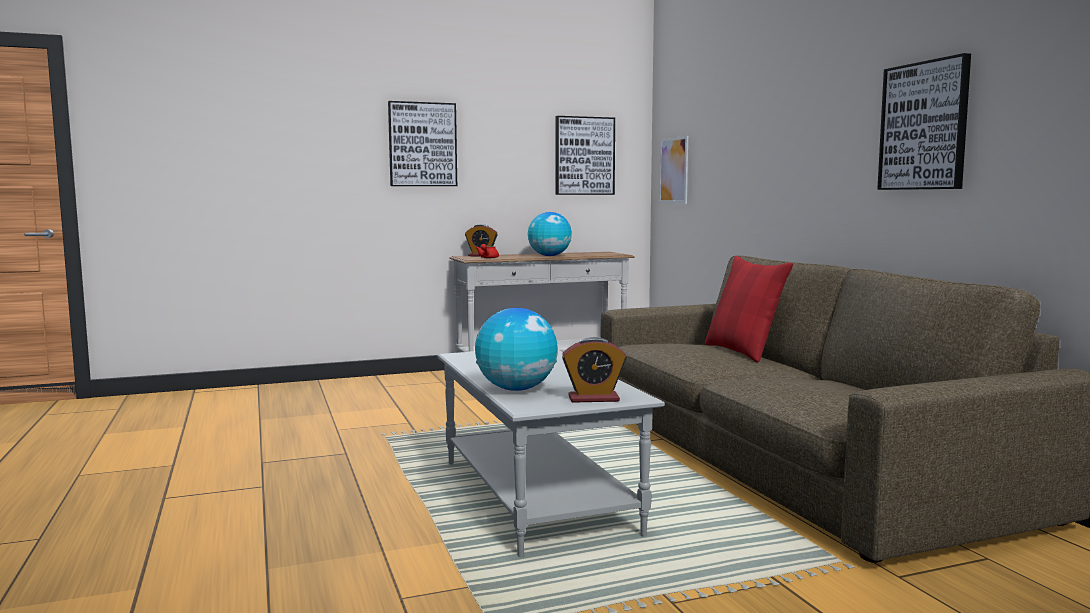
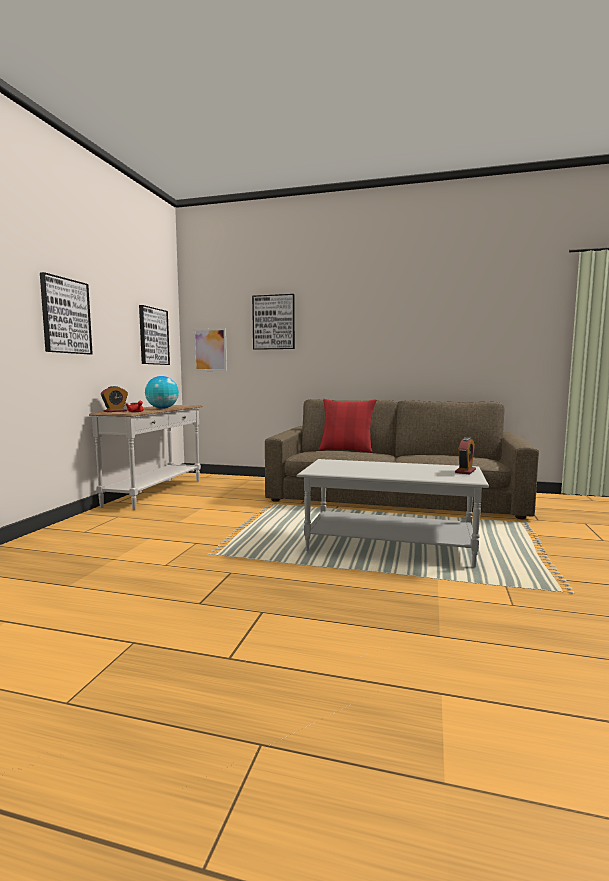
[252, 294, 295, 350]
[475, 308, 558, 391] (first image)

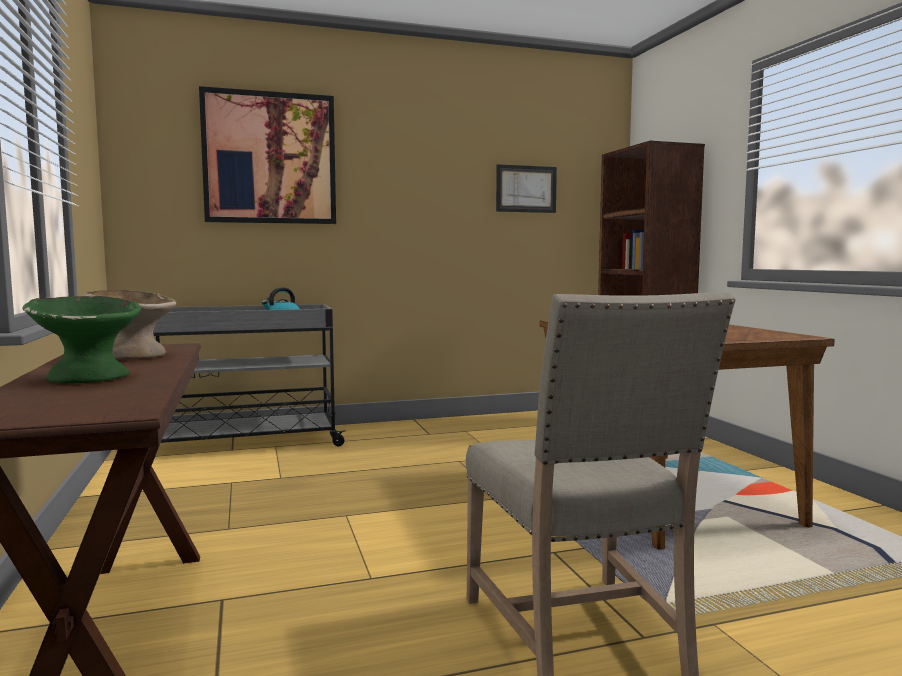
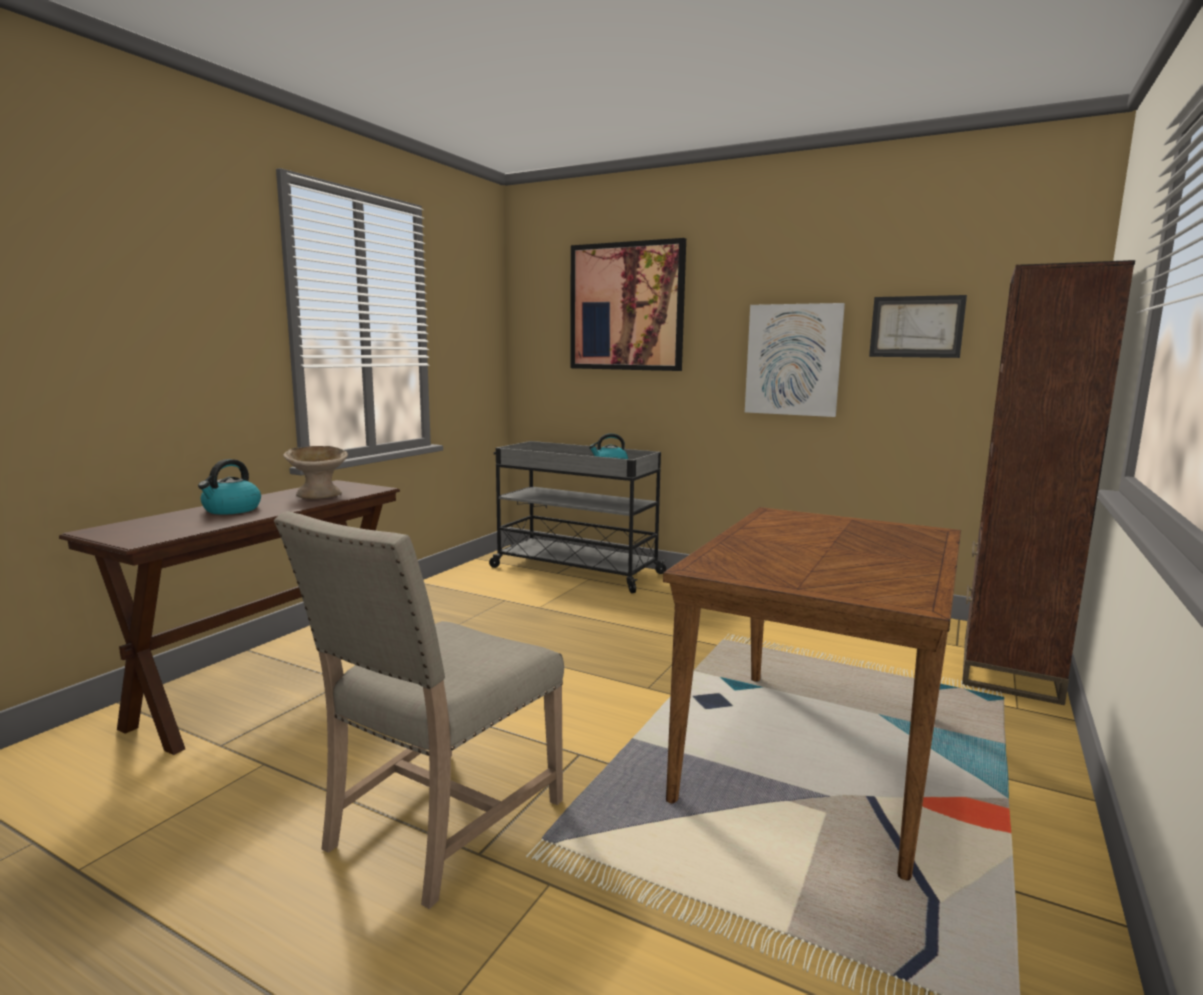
[198, 459, 261, 515]
[745, 303, 845, 417]

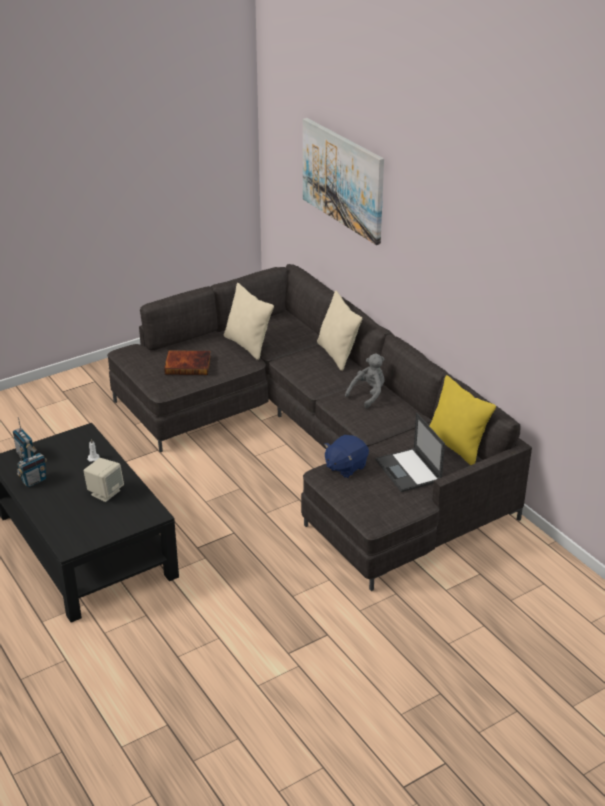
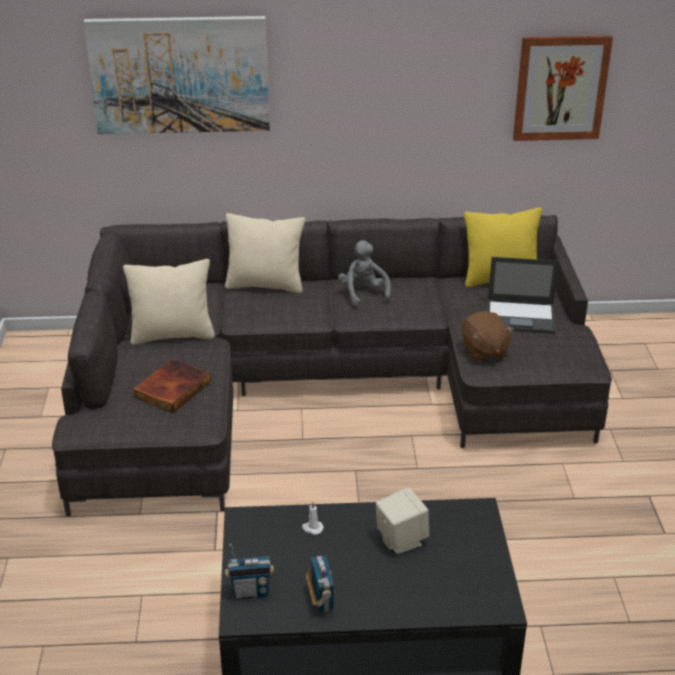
[462, 311, 514, 362]
[513, 35, 613, 141]

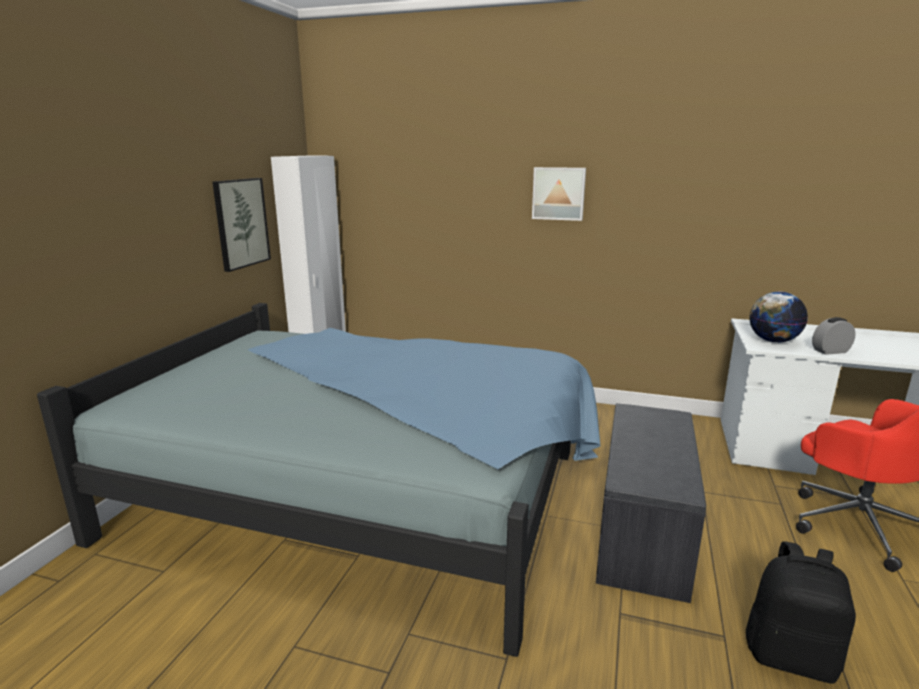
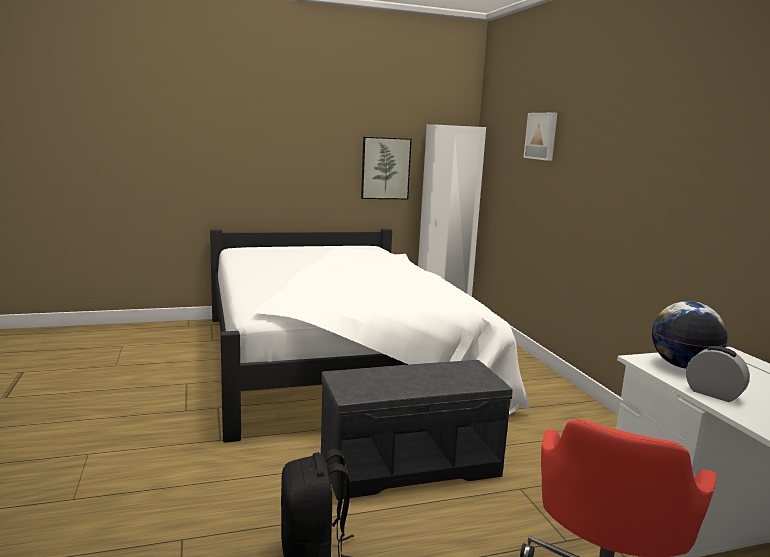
[523, 113, 557, 161]
[210, 229, 529, 443]

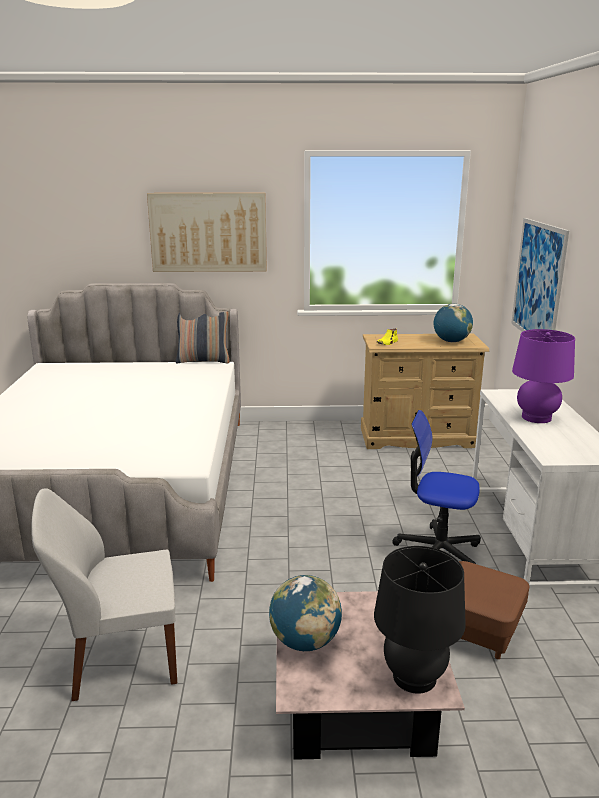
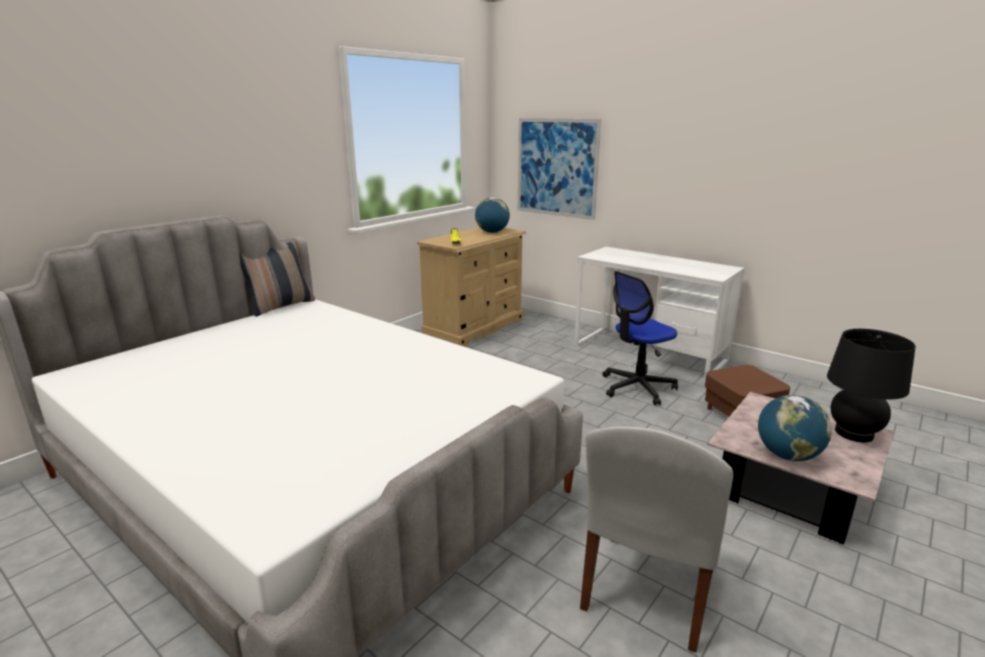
[147, 193, 267, 272] (first image)
[512, 329, 575, 423] (first image)

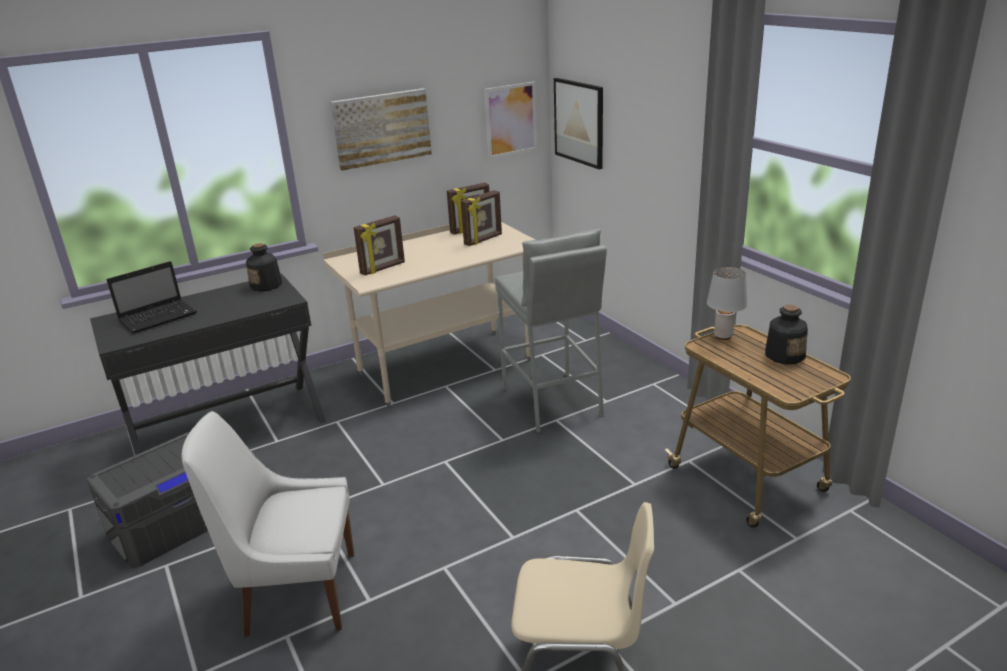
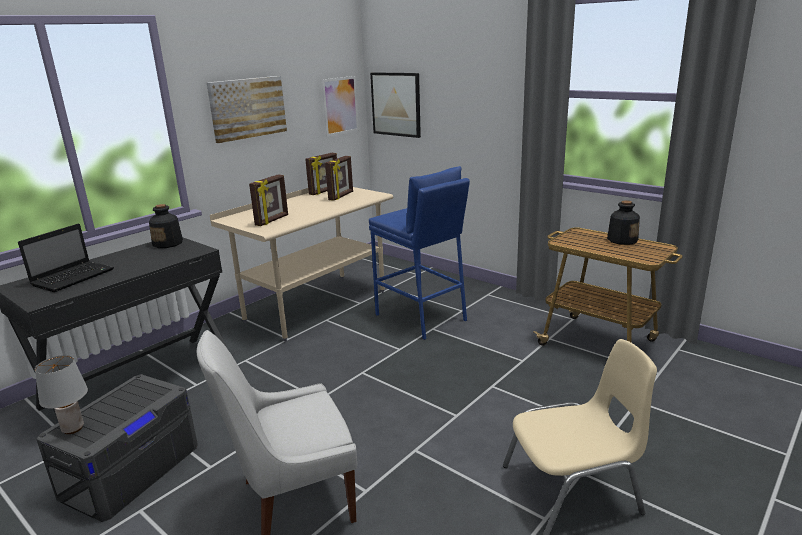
[369, 166, 470, 340]
[35, 355, 88, 434]

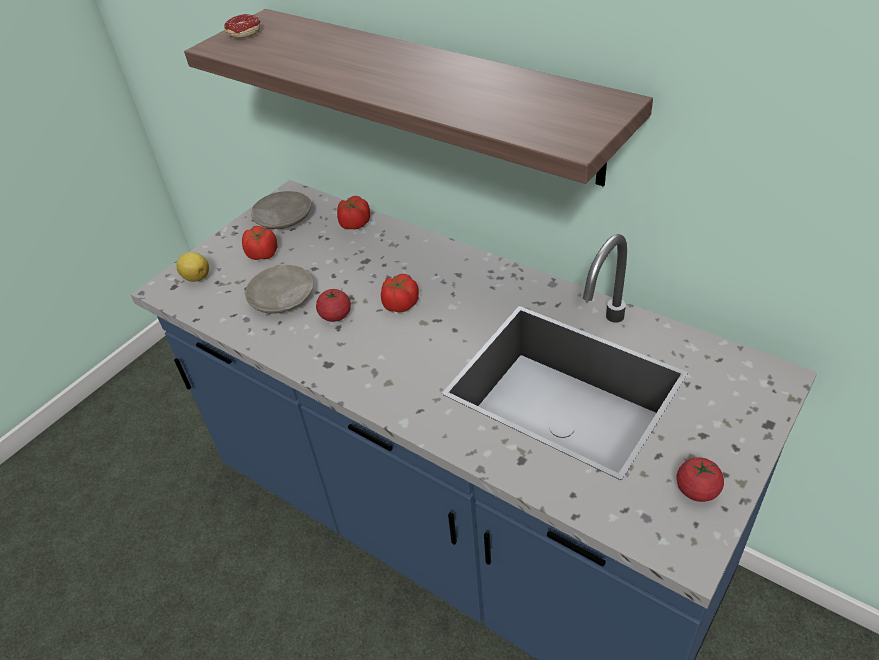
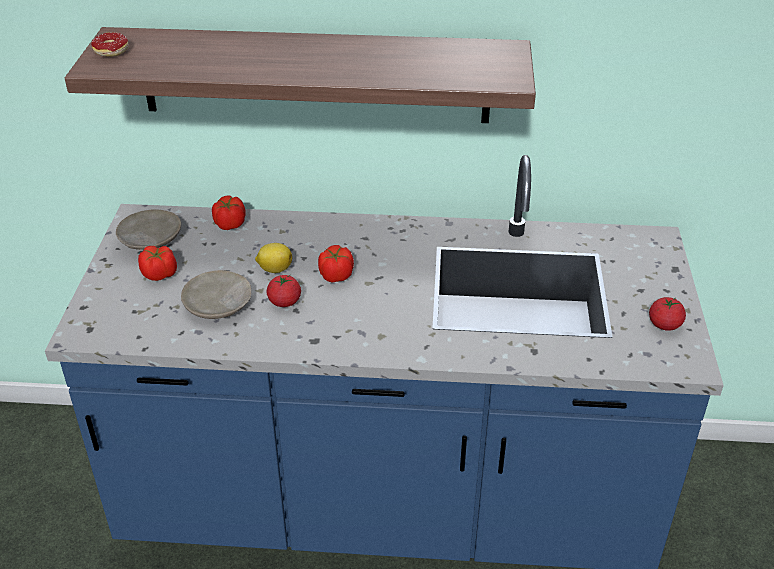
[255, 243, 292, 273]

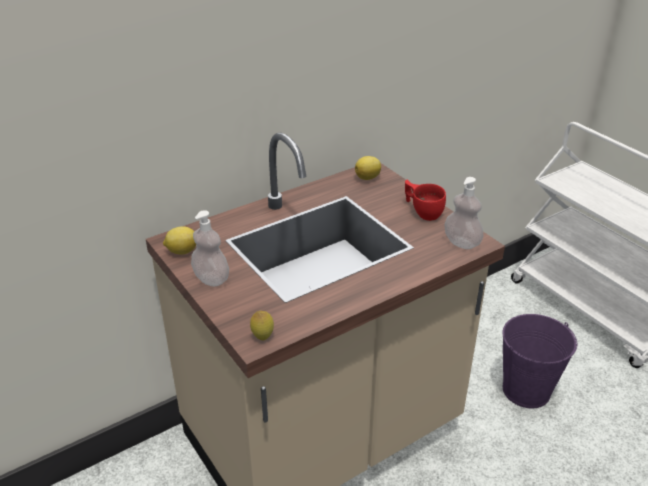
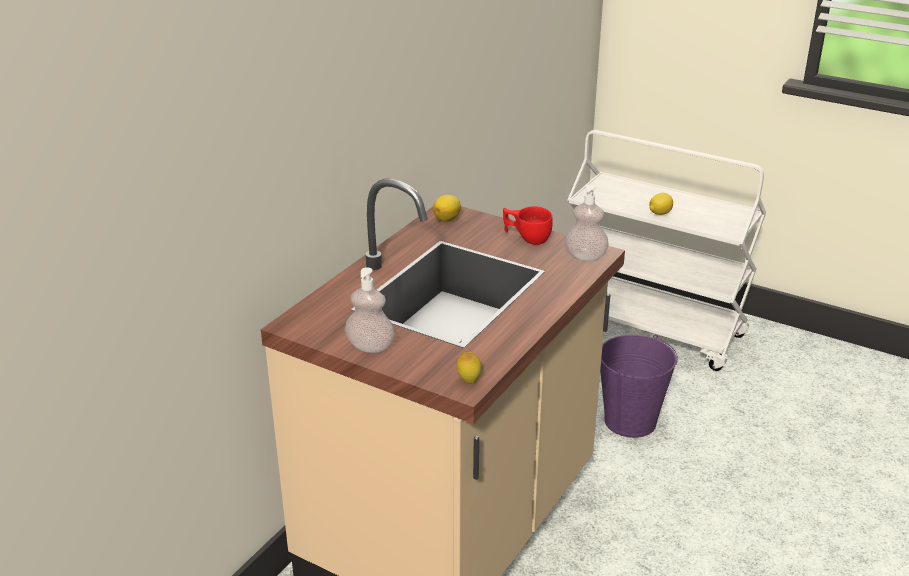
[649, 193, 673, 215]

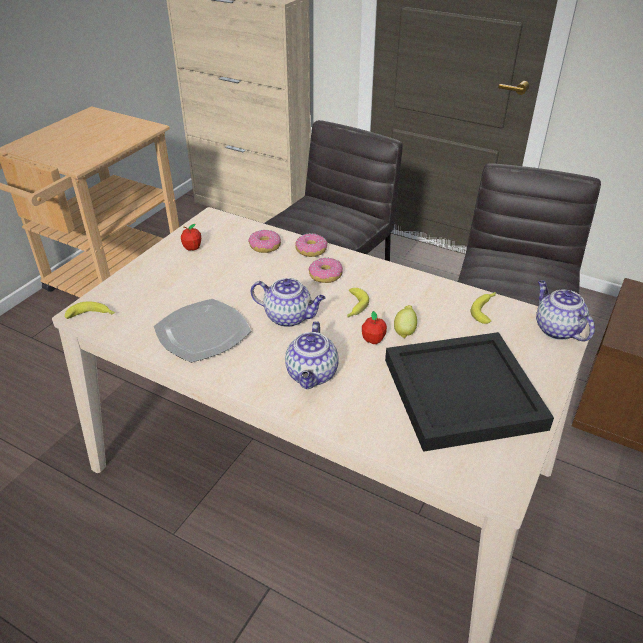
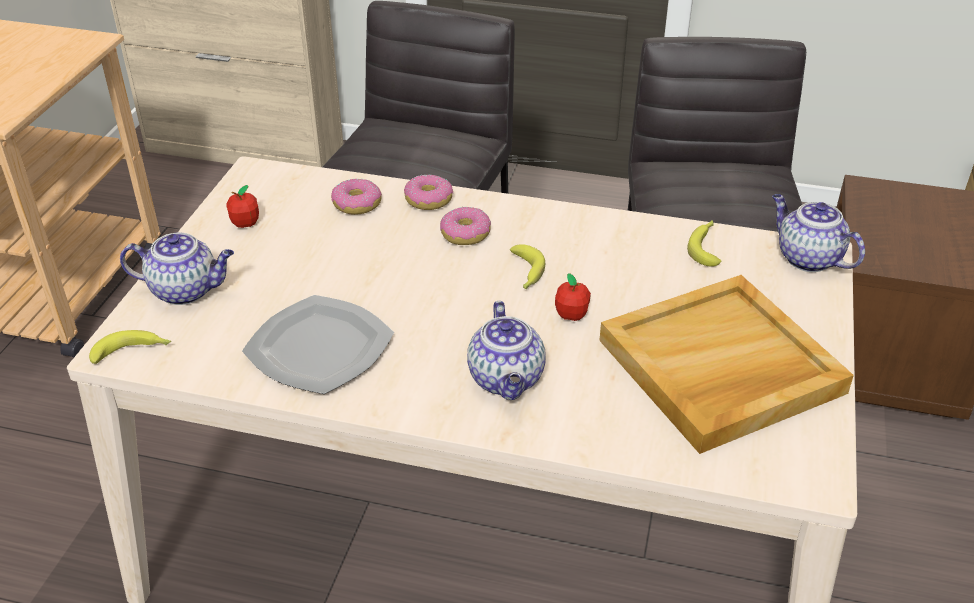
[120, 233, 234, 305]
[394, 305, 417, 338] (first image)
[599, 275, 854, 454]

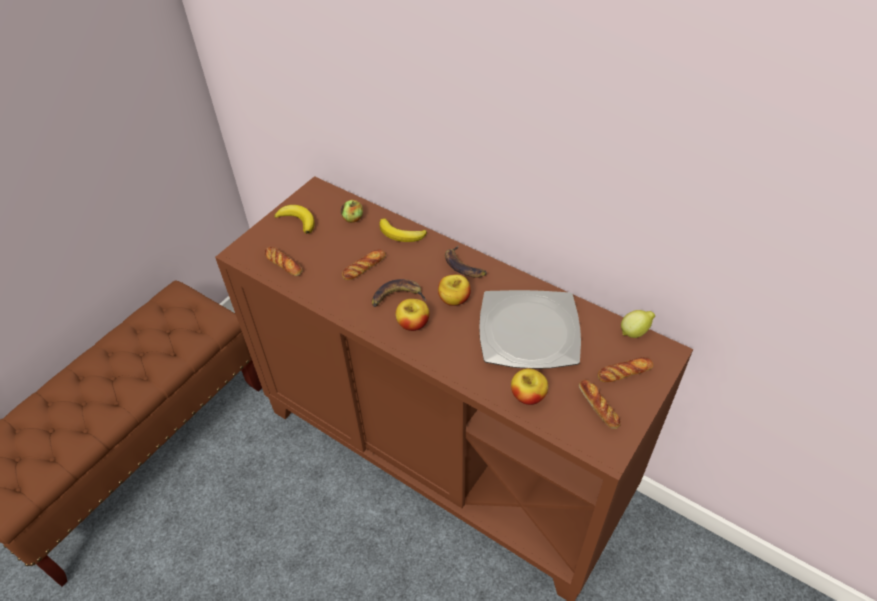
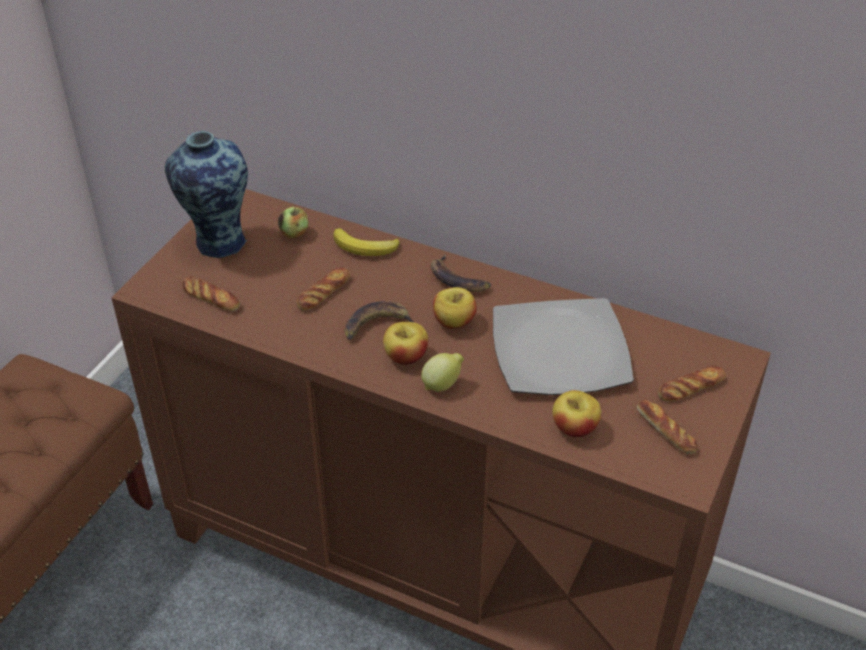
[165, 131, 248, 258]
[421, 353, 464, 392]

